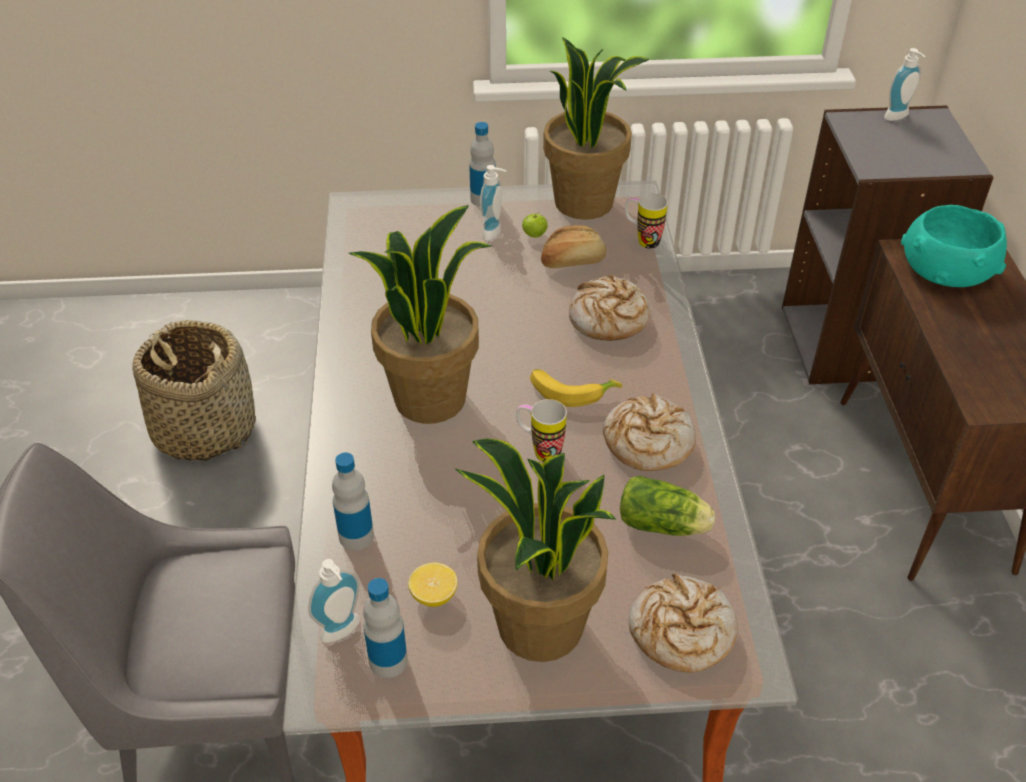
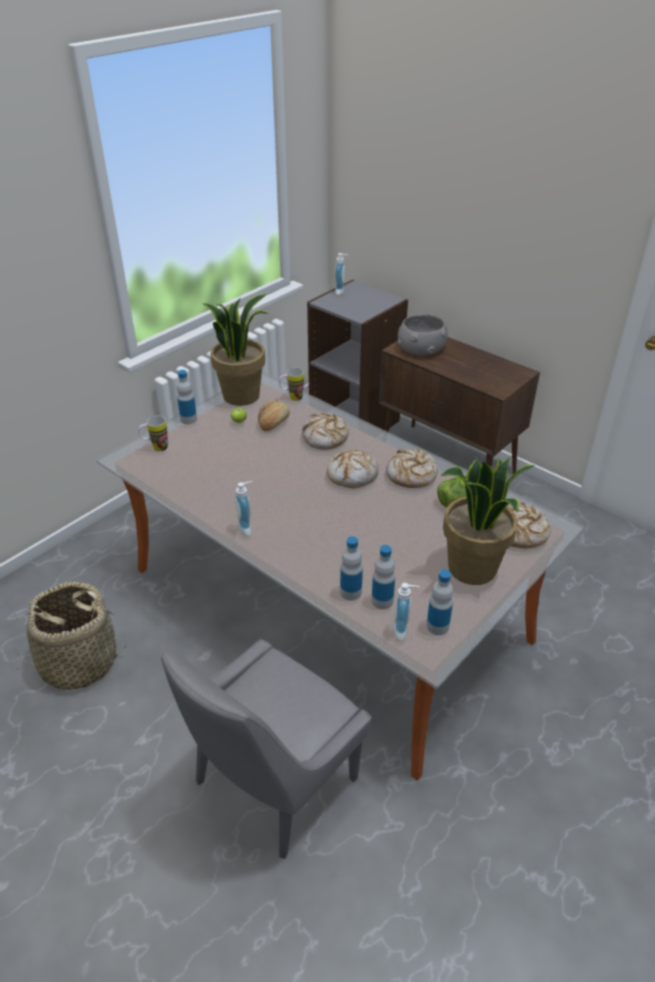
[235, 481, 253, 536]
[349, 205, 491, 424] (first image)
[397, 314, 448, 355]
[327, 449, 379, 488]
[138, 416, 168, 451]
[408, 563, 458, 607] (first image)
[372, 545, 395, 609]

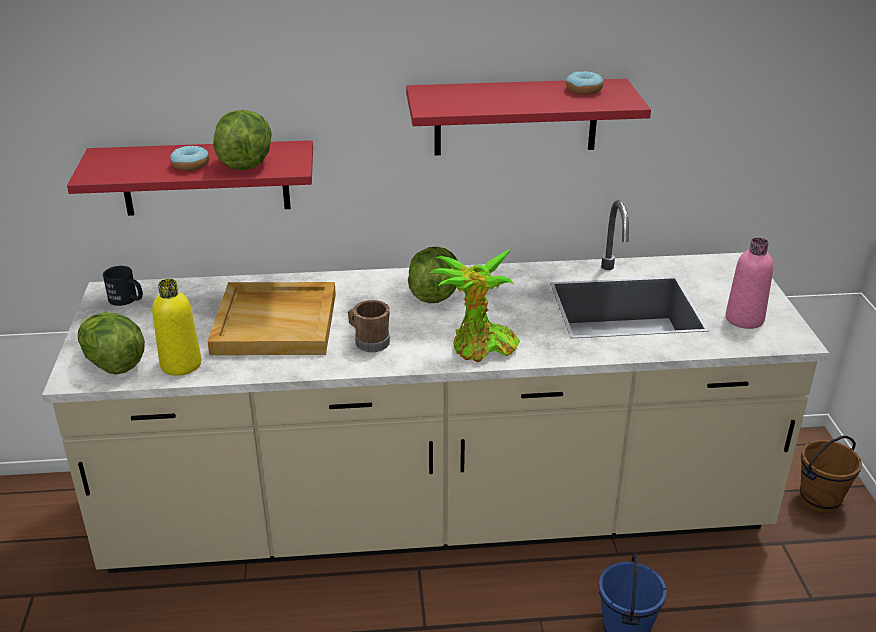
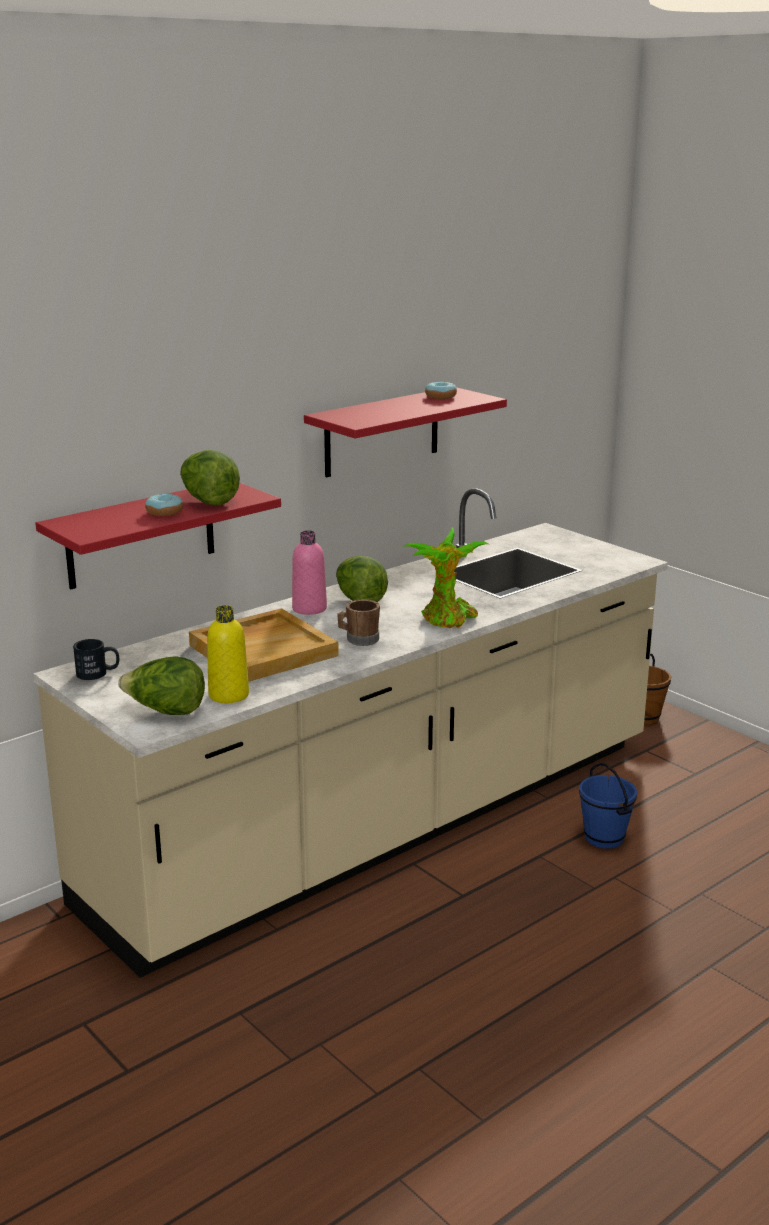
[292, 531, 327, 615]

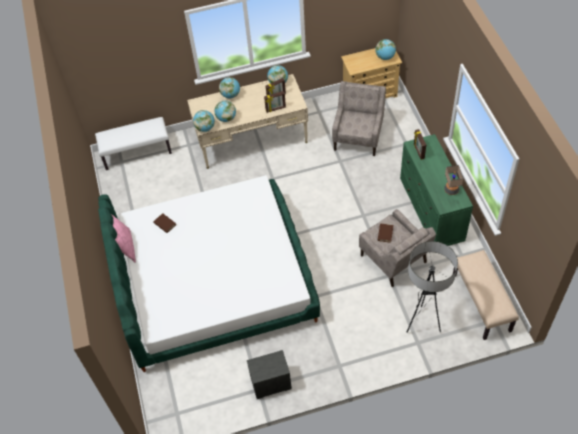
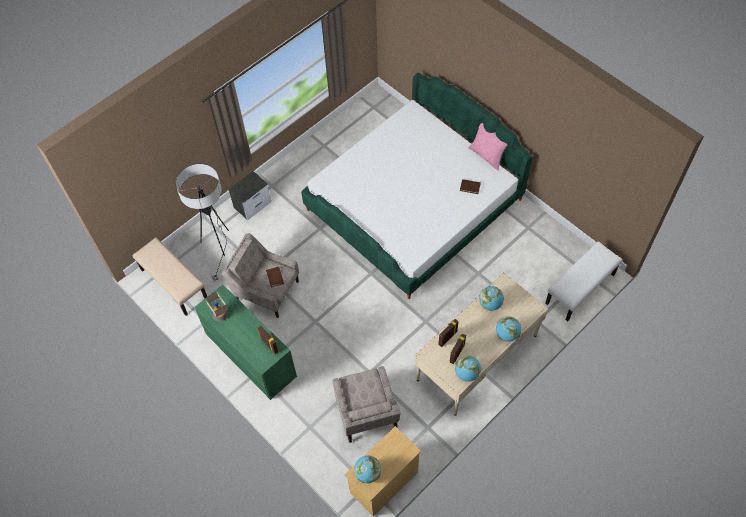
[193, 110, 215, 132] (first image)
[228, 171, 271, 220]

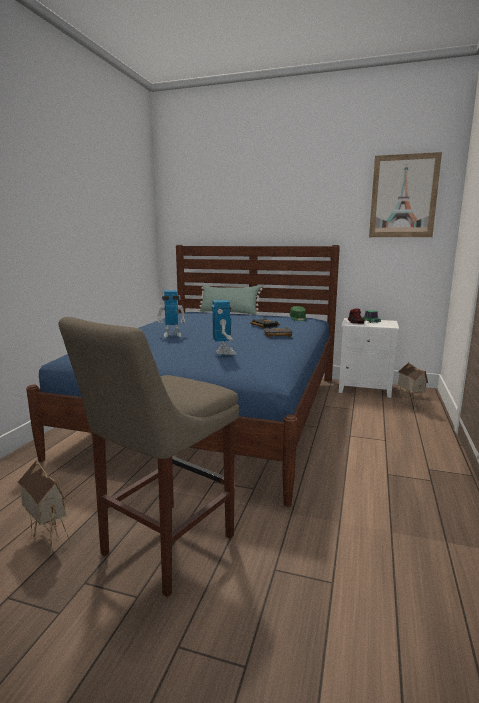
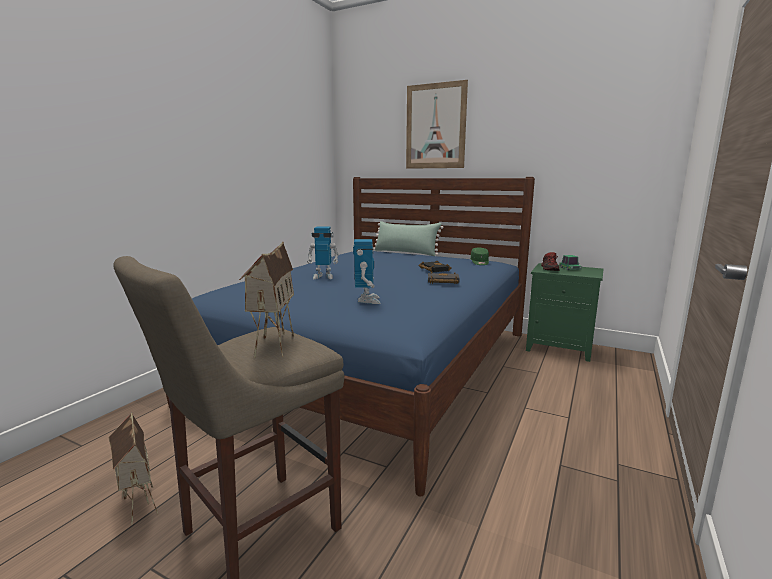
[406, 80, 468, 169]
[526, 263, 604, 362]
[239, 242, 294, 358]

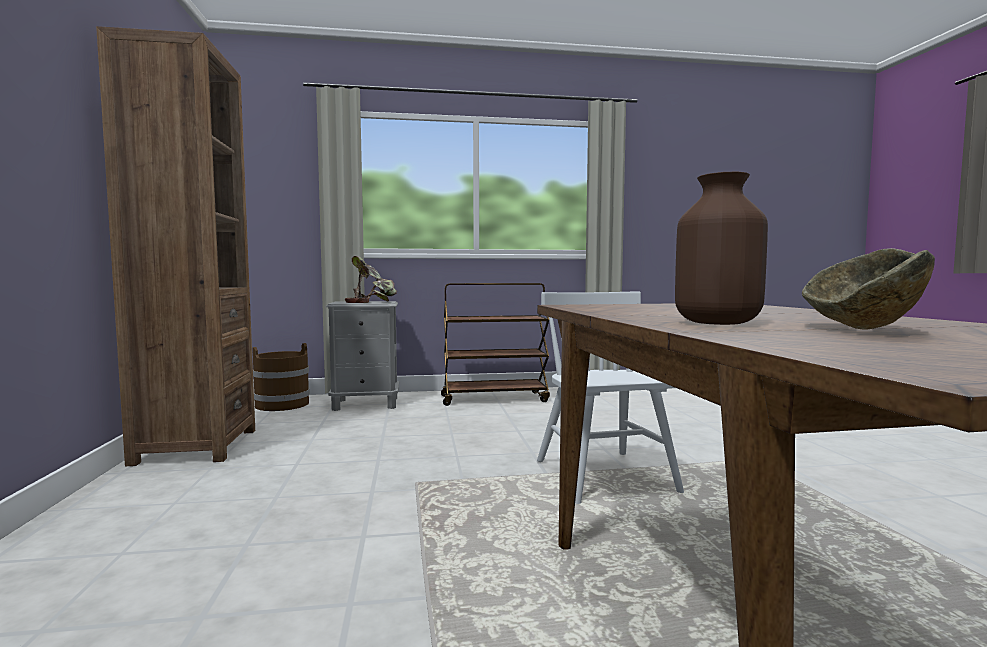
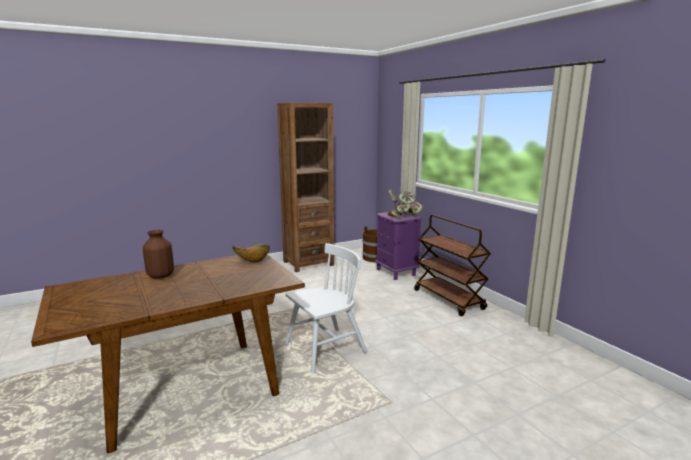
[232, 244, 270, 263]
[375, 212, 422, 280]

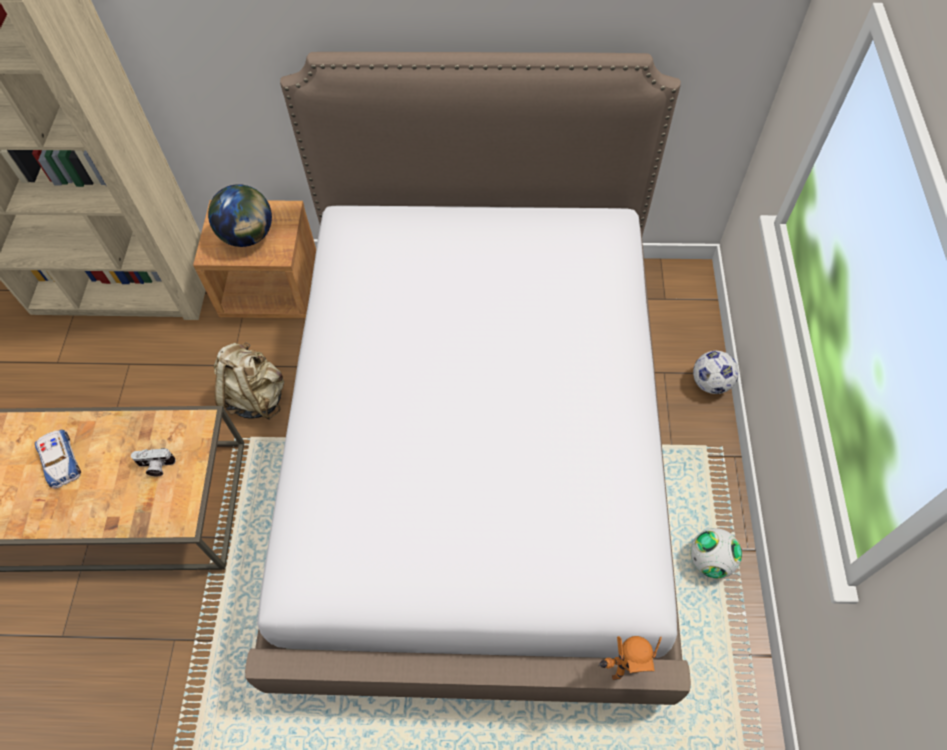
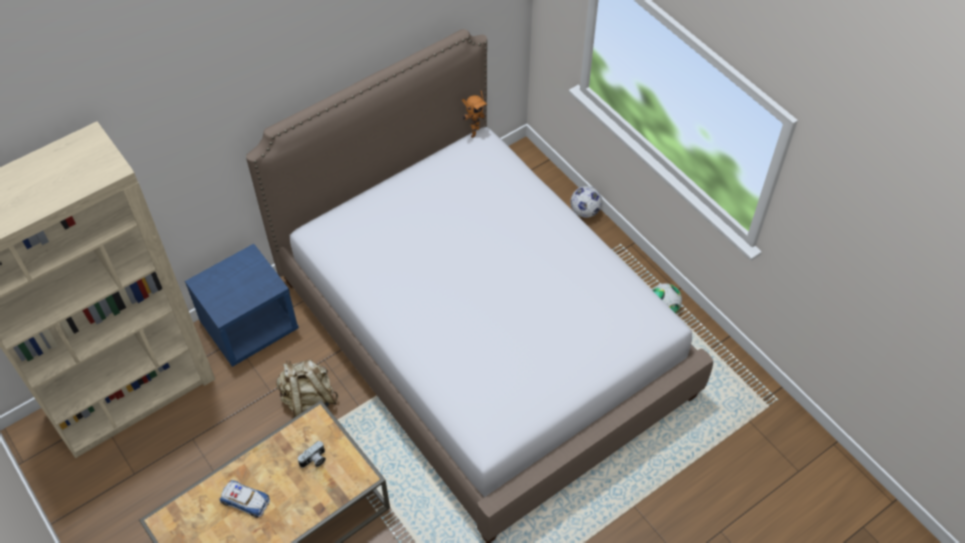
[208, 184, 272, 247] (first image)
[185, 244, 299, 367]
[462, 90, 487, 138]

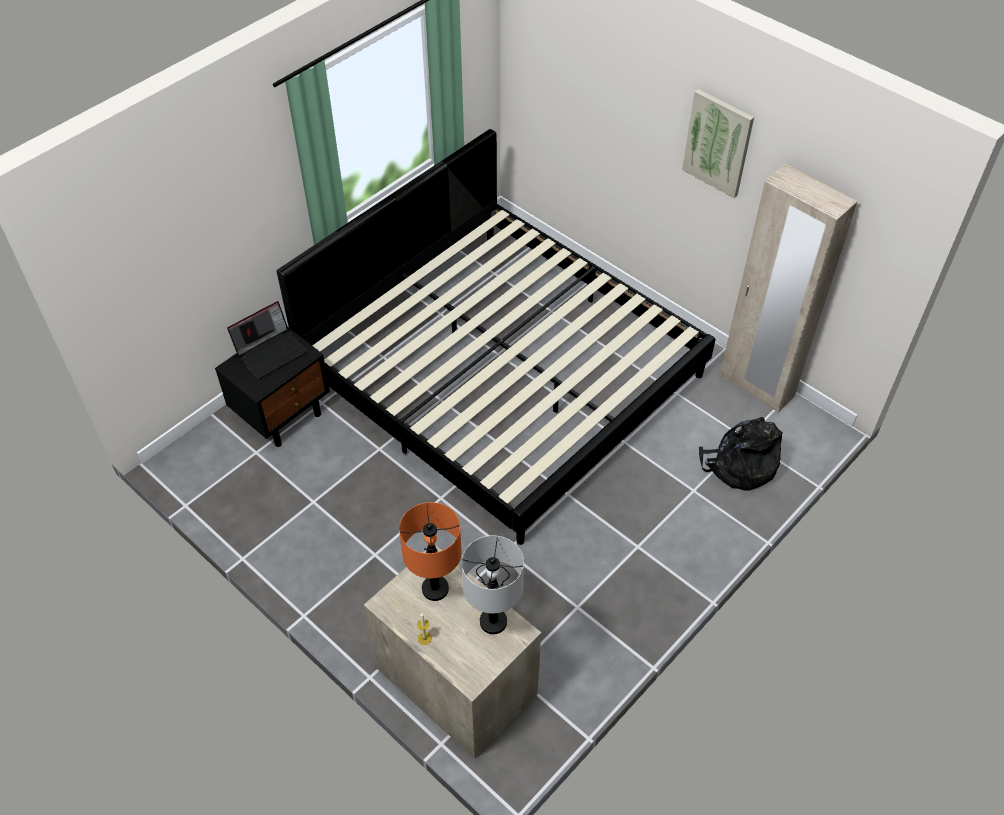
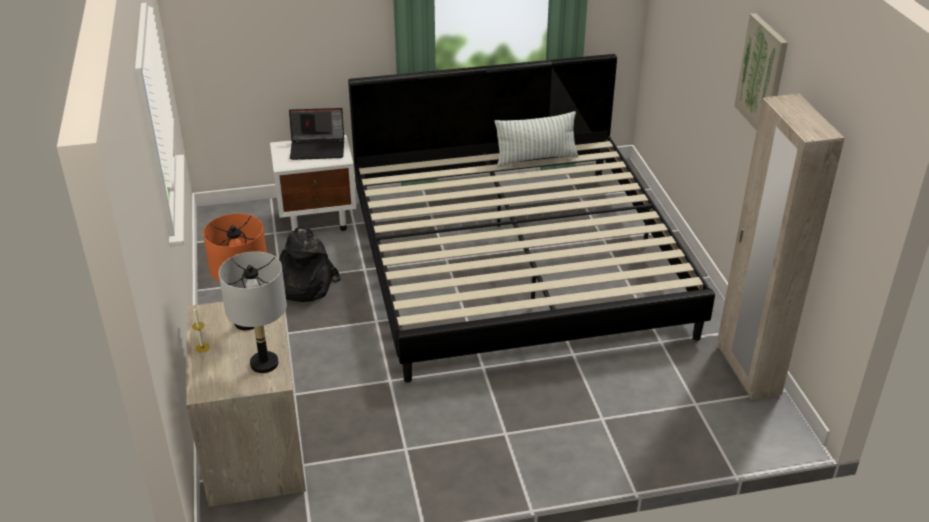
[270, 135, 356, 231]
[279, 226, 341, 302]
[495, 111, 578, 167]

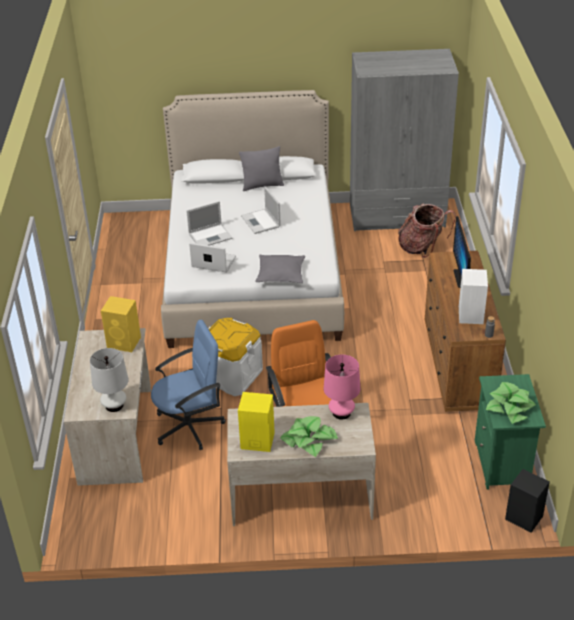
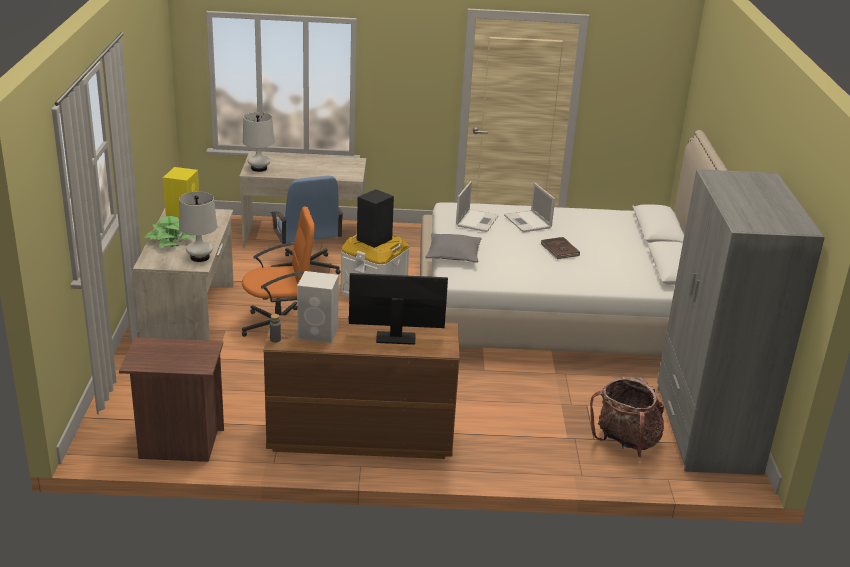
[239, 146, 284, 191] (first image)
[540, 237, 580, 259]
[101, 296, 141, 352] (first image)
[179, 192, 217, 262]
[119, 337, 224, 462]
[486, 382, 536, 424] (first image)
[357, 189, 394, 248]

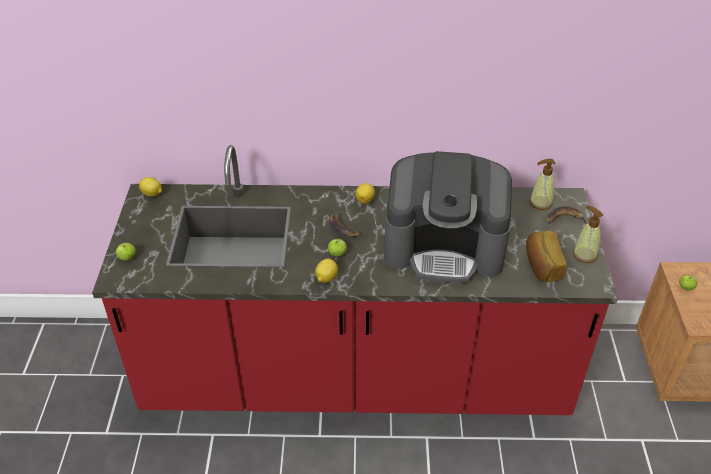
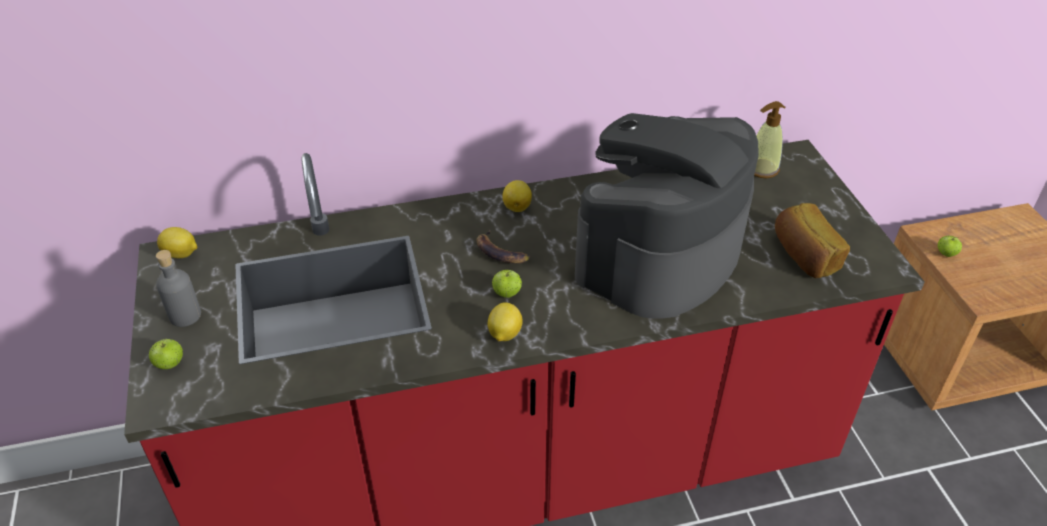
[575, 113, 759, 319]
[573, 206, 603, 263] (first image)
[547, 207, 587, 224] (first image)
[156, 250, 201, 327]

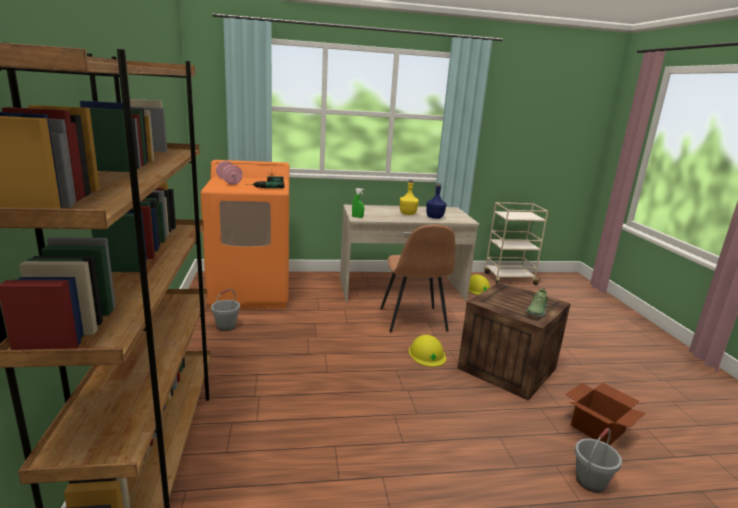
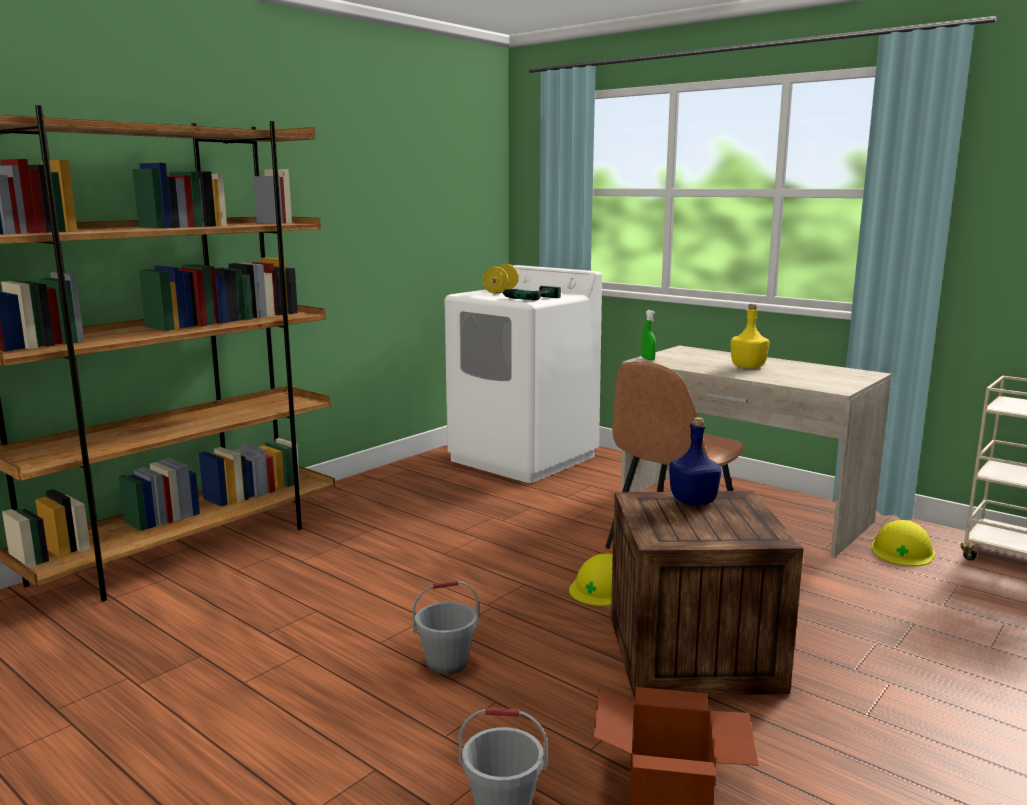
[444, 265, 602, 483]
[482, 264, 519, 294]
[669, 417, 722, 506]
[412, 580, 479, 675]
[526, 288, 548, 317] (first image)

